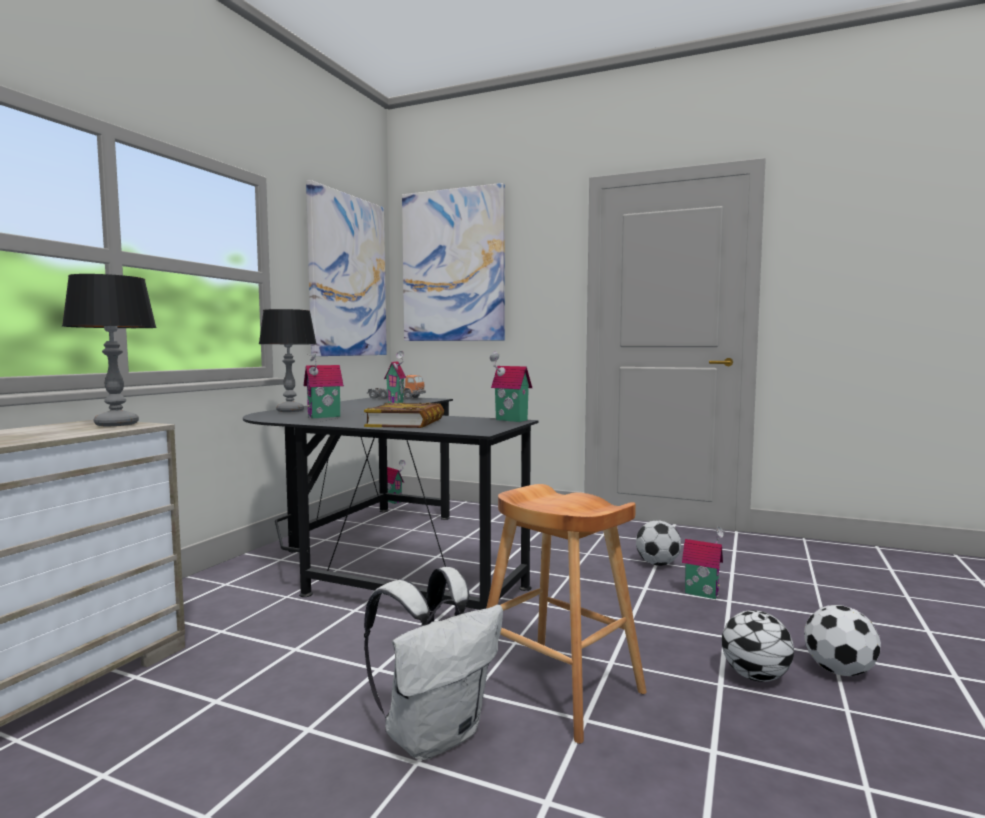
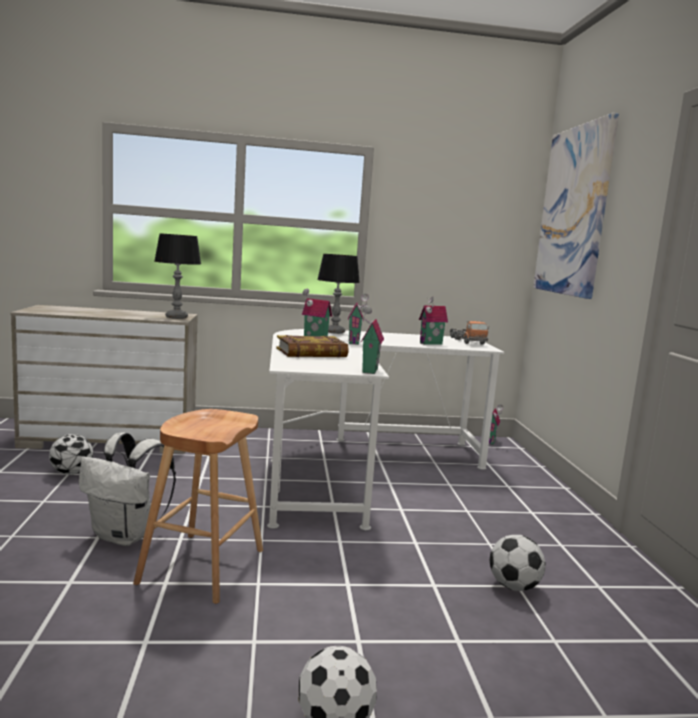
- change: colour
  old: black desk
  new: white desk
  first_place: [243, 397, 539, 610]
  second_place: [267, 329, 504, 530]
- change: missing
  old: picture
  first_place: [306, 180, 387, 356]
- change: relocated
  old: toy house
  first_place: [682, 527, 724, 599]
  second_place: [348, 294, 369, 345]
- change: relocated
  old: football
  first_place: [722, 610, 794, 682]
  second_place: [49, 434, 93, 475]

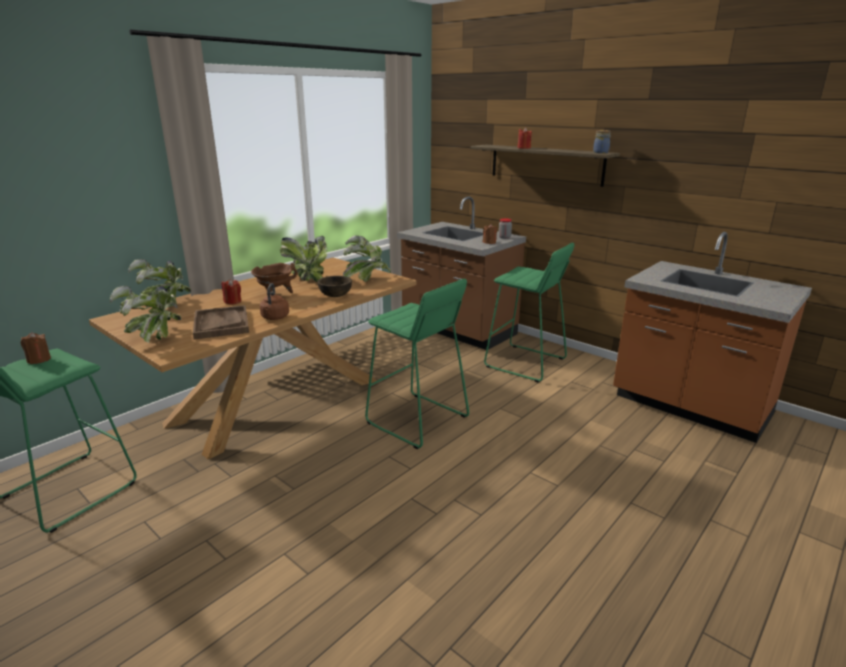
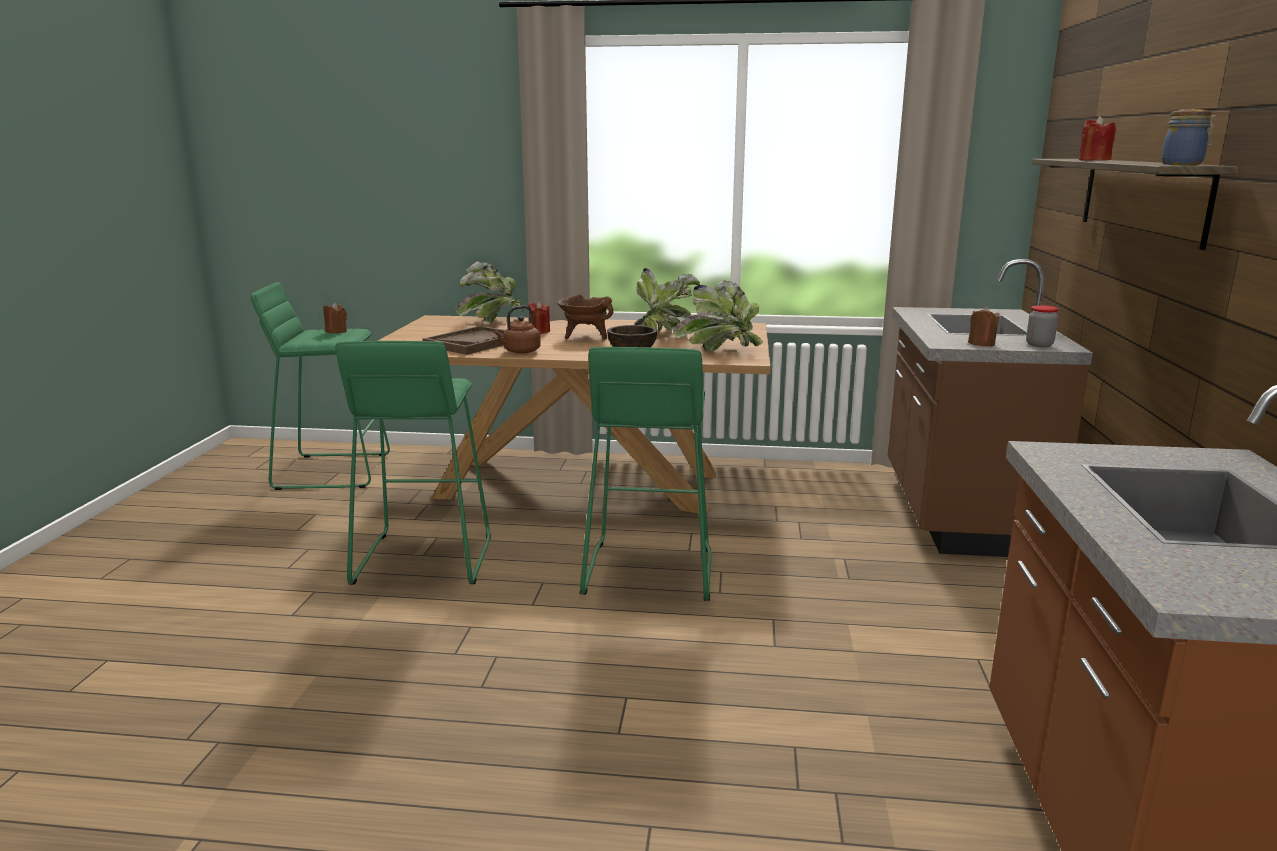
- change: missing
  old: potted plant
  first_place: [110, 286, 182, 343]
- change: relocated
  old: green stool
  first_place: [484, 243, 574, 382]
  second_place: [336, 341, 491, 584]

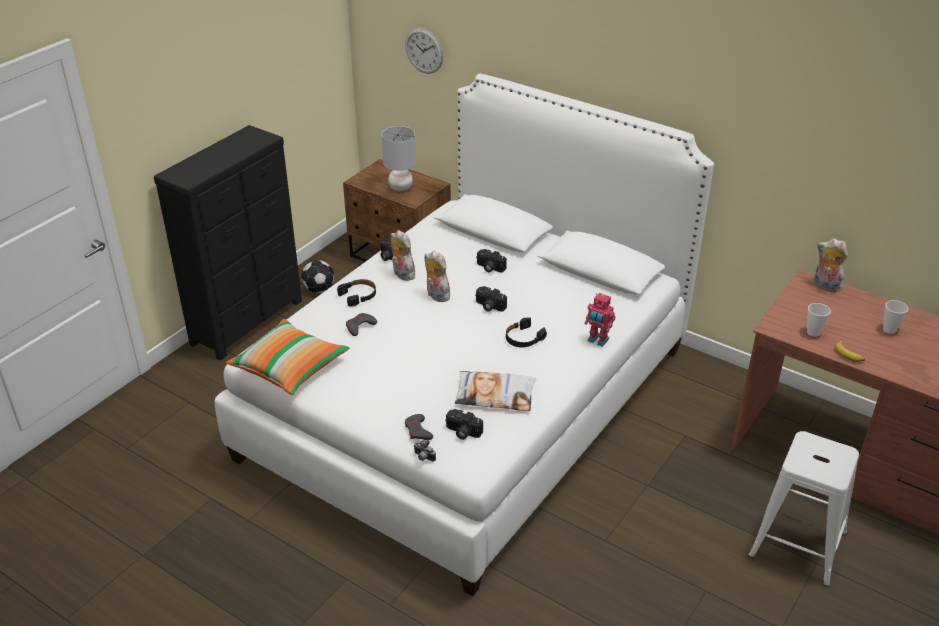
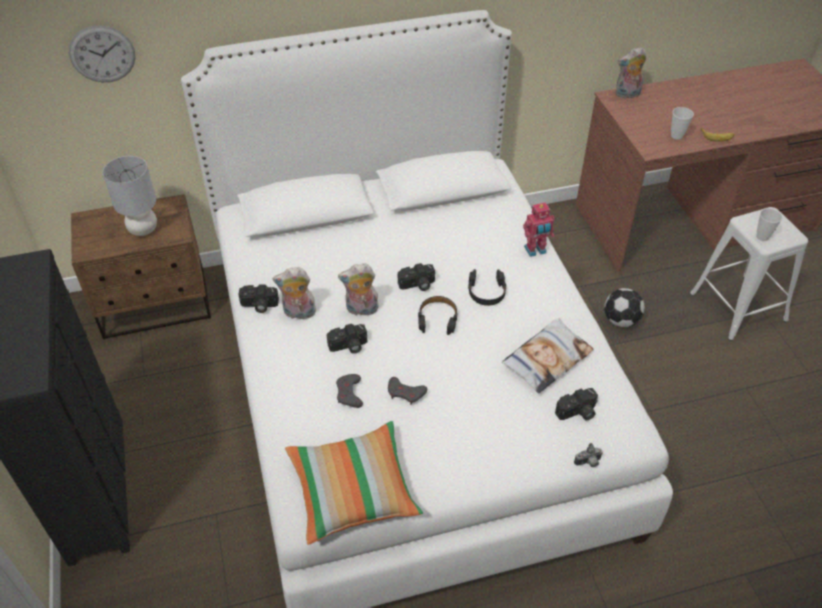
- change: relocated
  old: football
  first_place: [301, 260, 334, 293]
  second_place: [604, 288, 645, 327]
- change: relocated
  old: black headphones
  first_place: [337, 279, 376, 307]
  second_place: [418, 296, 458, 335]
- change: relocated
  old: grey game controller
  first_place: [405, 414, 433, 440]
  second_place: [388, 377, 427, 405]
- change: relocated
  old: photo camera
  first_place: [476, 249, 507, 272]
  second_place: [327, 324, 367, 354]
- change: relocated
  old: cup
  first_place: [883, 300, 908, 334]
  second_place: [756, 208, 782, 241]

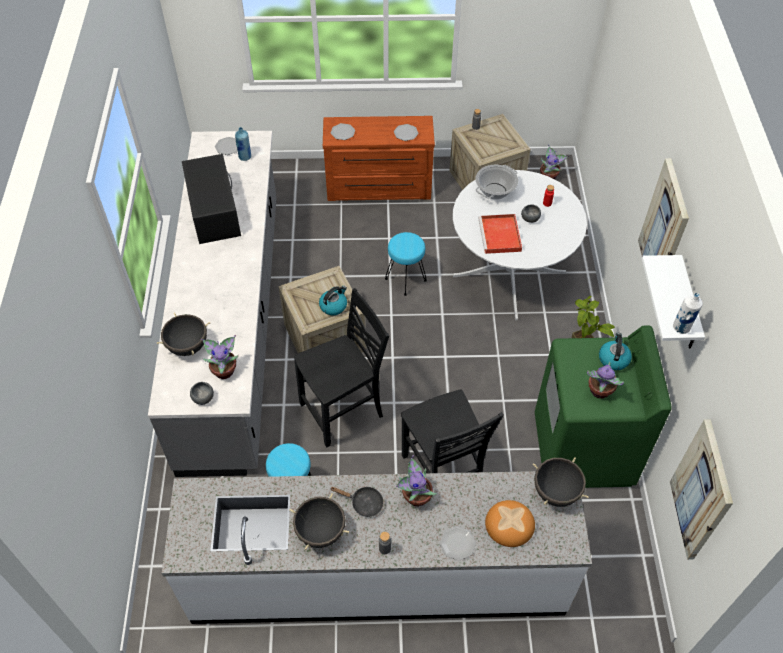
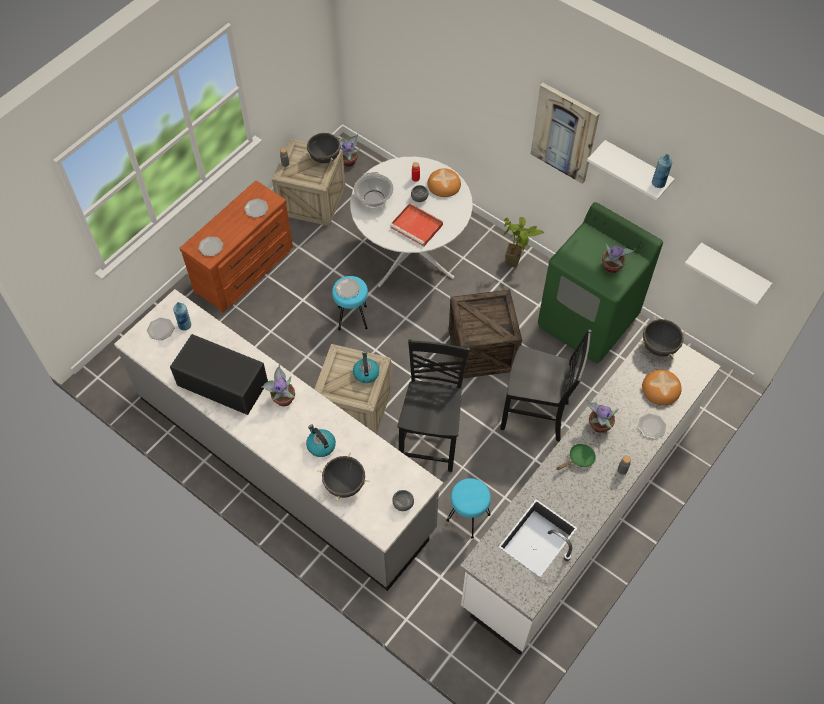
- change: relocated
  old: potted plant
  first_place: [201, 335, 239, 379]
  second_place: [261, 364, 296, 406]
- change: relocated
  old: black cooking pot
  first_place: [289, 493, 349, 550]
  second_place: [305, 132, 342, 163]
- change: colour
  old: black frying pan
  new: green frying pan
  first_place: [330, 487, 384, 517]
  second_place: [556, 444, 596, 470]
- change: relocated
  old: kettle
  first_place: [599, 333, 632, 371]
  second_place: [306, 425, 336, 457]
- change: exchanged
  old: picture
  new: white shelf
  first_place: [670, 419, 733, 560]
  second_place: [685, 243, 772, 306]
- change: colour
  old: white bottle
  new: blue bottle
  first_place: [673, 293, 703, 334]
  second_place: [652, 154, 672, 188]
- change: appeared
  new: plate
  second_place: [335, 278, 360, 299]
- change: appeared
  new: bread
  second_place: [427, 168, 461, 197]
- change: appeared
  new: crate
  second_place: [449, 289, 522, 378]

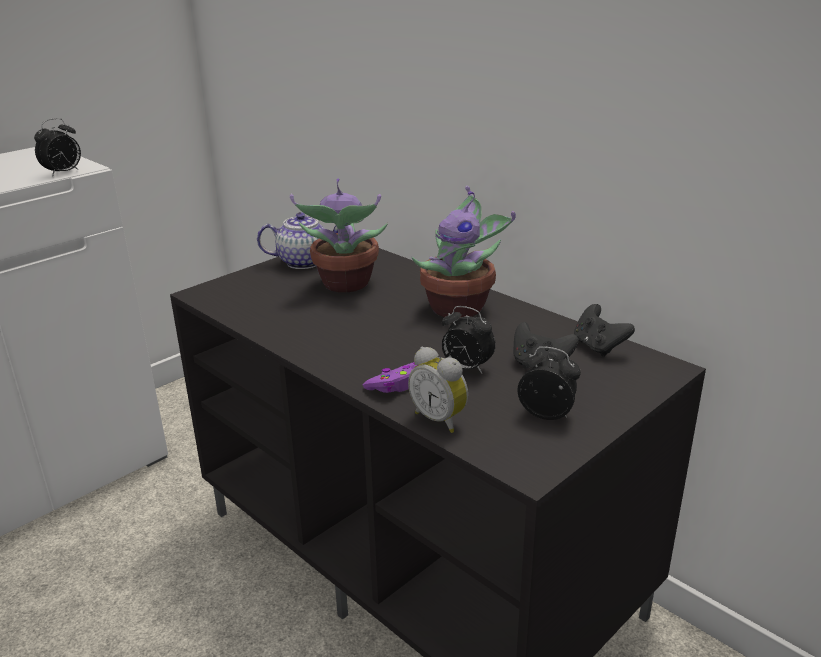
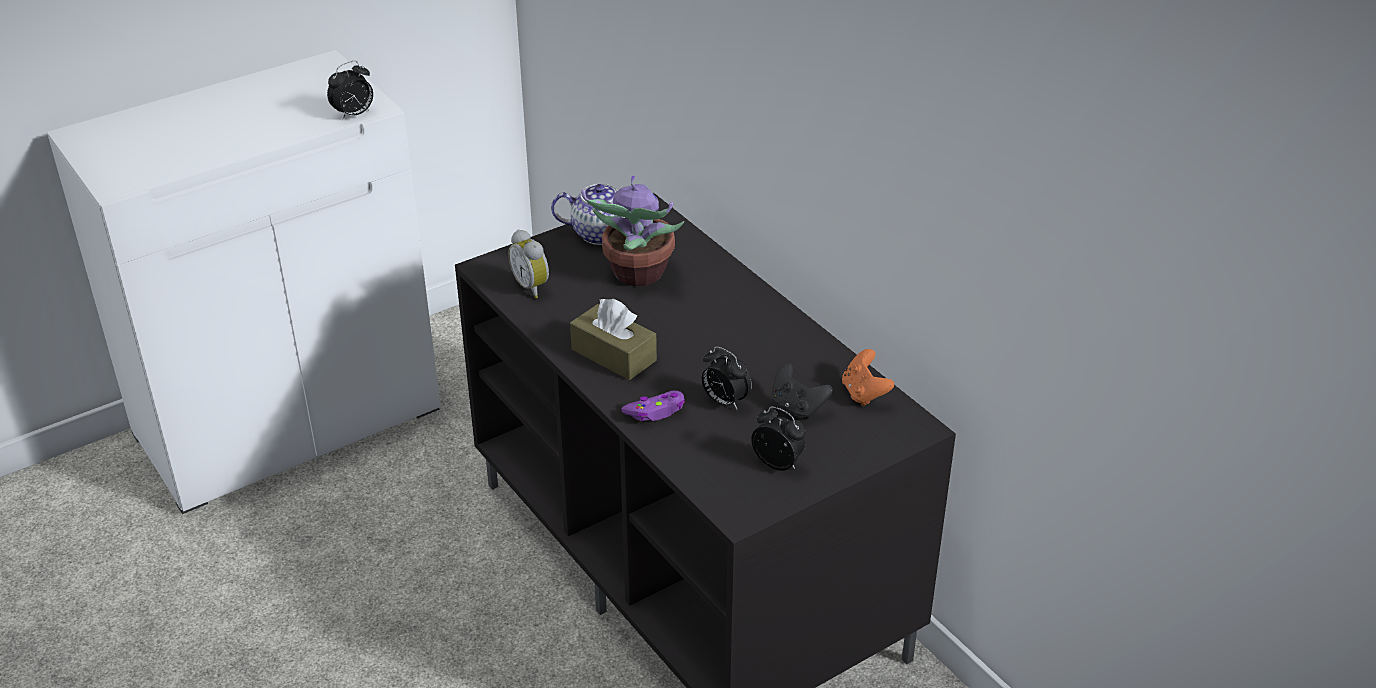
- change: relocated
  old: alarm clock
  first_place: [408, 347, 468, 433]
  second_place: [508, 229, 549, 299]
- change: missing
  old: potted plant
  first_place: [412, 186, 516, 318]
- change: colour
  old: black game controller
  new: orange game controller
  first_place: [574, 304, 635, 357]
  second_place: [842, 349, 894, 406]
- change: appeared
  new: brown tissue box
  second_place: [570, 298, 657, 380]

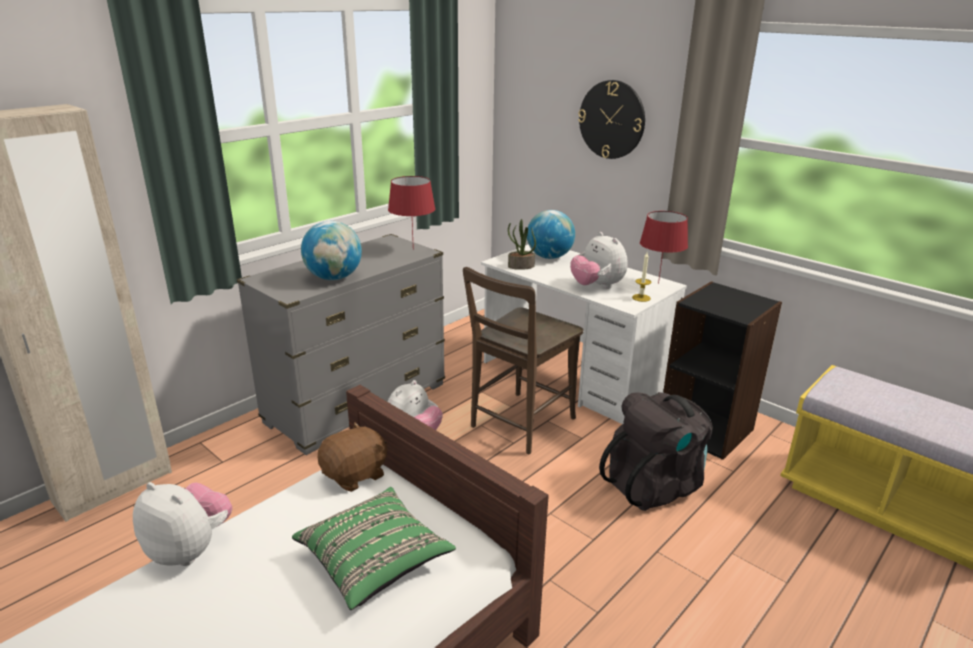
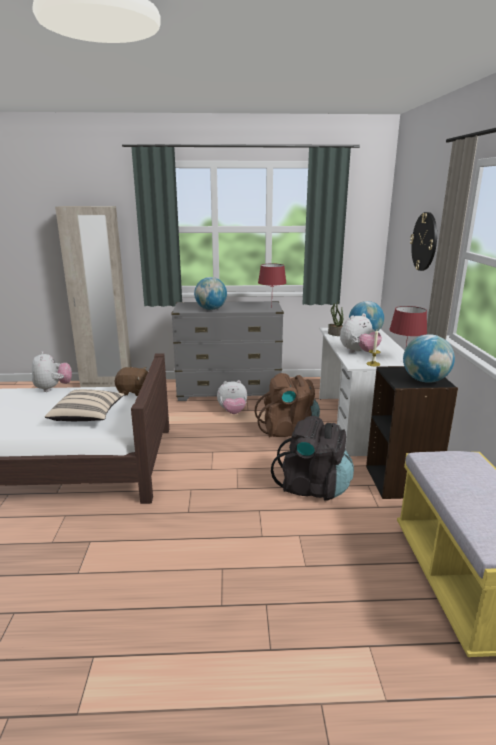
- change: colour
  old: green pillow
  new: beige pillow
  first_place: [292, 487, 456, 610]
  second_place: [45, 389, 125, 421]
- change: exchanged
  old: brown chair
  new: brown backpack
  first_place: [463, 267, 583, 454]
  second_place: [255, 373, 320, 437]
- change: spun
  old: plush toy
  first_place: [570, 232, 628, 289]
  second_place: [340, 313, 382, 353]
  degrees: -135
- change: appeared
  new: globe
  second_place: [403, 334, 455, 383]

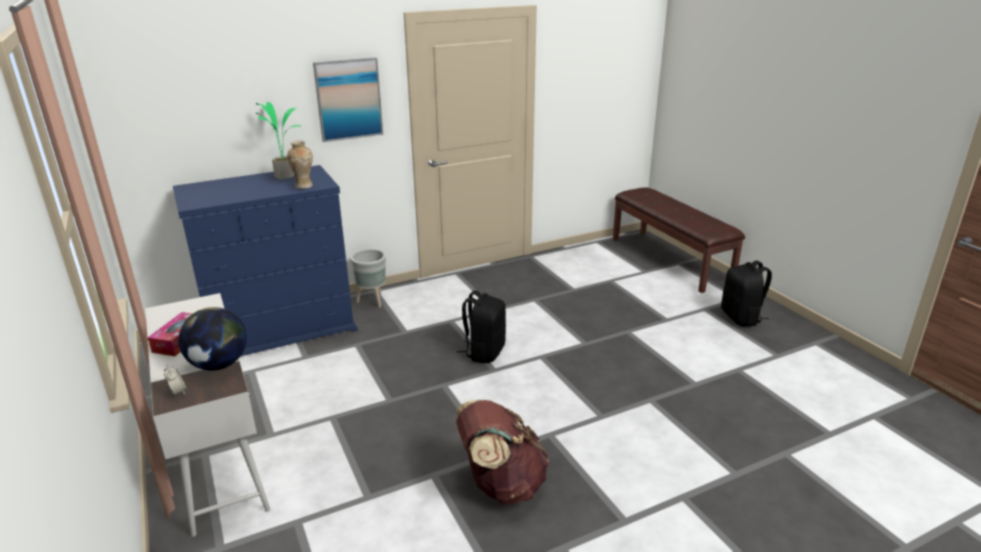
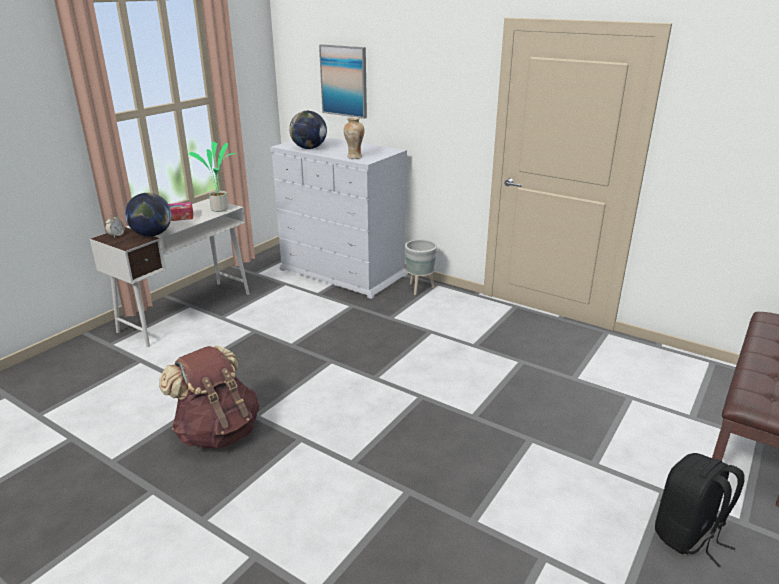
- change: colour
  old: blue dresser
  new: white dresser
  first_place: [173, 165, 358, 356]
  second_place: [270, 137, 408, 299]
- change: relocated
  old: potted plant
  first_place: [256, 102, 301, 179]
  second_place: [189, 141, 236, 212]
- change: relocated
  old: picture
  first_place: [313, 58, 383, 142]
  second_place: [319, 44, 367, 119]
- change: missing
  old: black backpack
  first_place: [457, 291, 506, 363]
- change: appeared
  new: globe
  second_place: [289, 111, 327, 149]

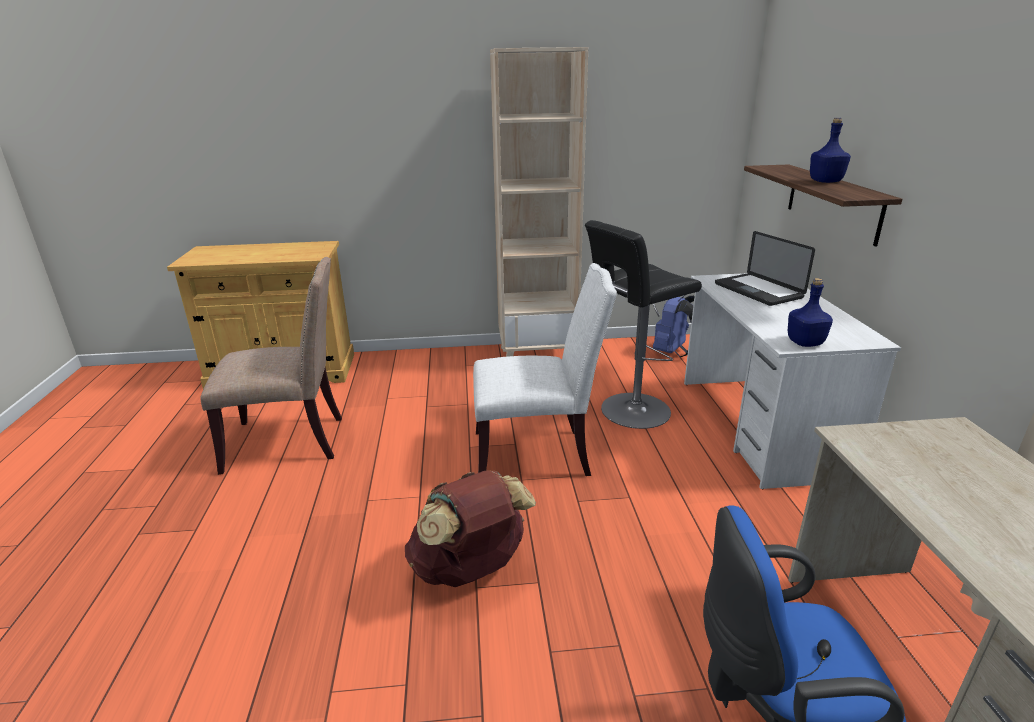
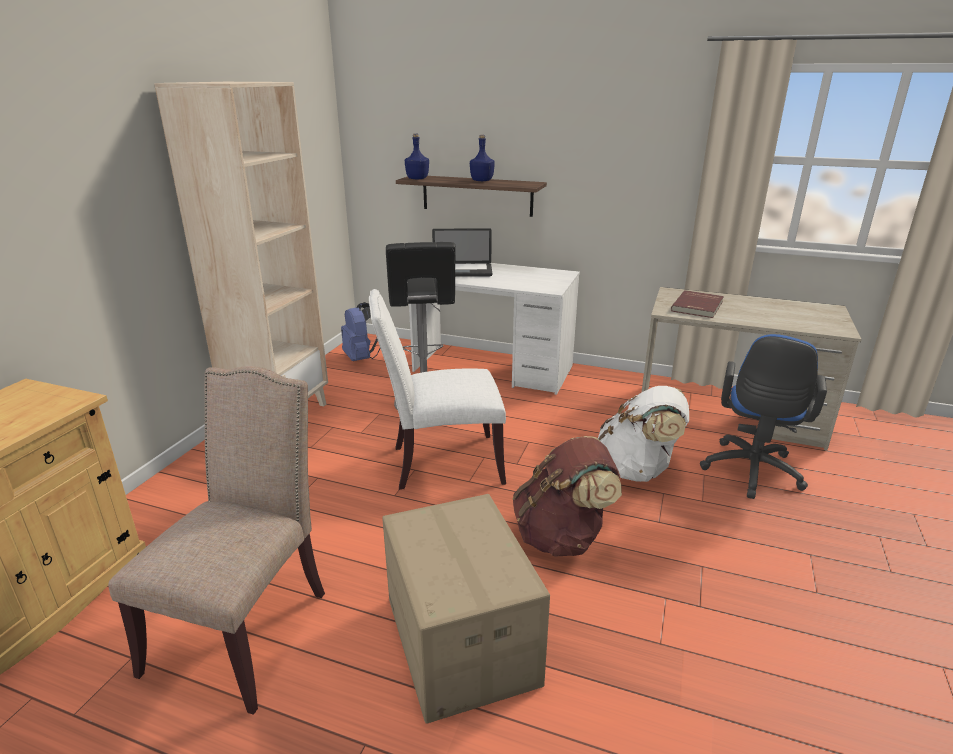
- change: spun
  old: white chair
  first_place: [473, 263, 617, 476]
  second_place: [369, 289, 506, 490]
  degrees: -120
- change: relocated
  old: blue bottle
  first_place: [788, 278, 833, 347]
  second_place: [405, 133, 429, 179]
- change: appeared
  new: cardboard box
  second_place: [382, 494, 550, 724]
- change: appeared
  new: white backpack
  second_place: [598, 386, 689, 482]
- change: appeared
  new: red book
  second_place: [671, 290, 724, 318]

